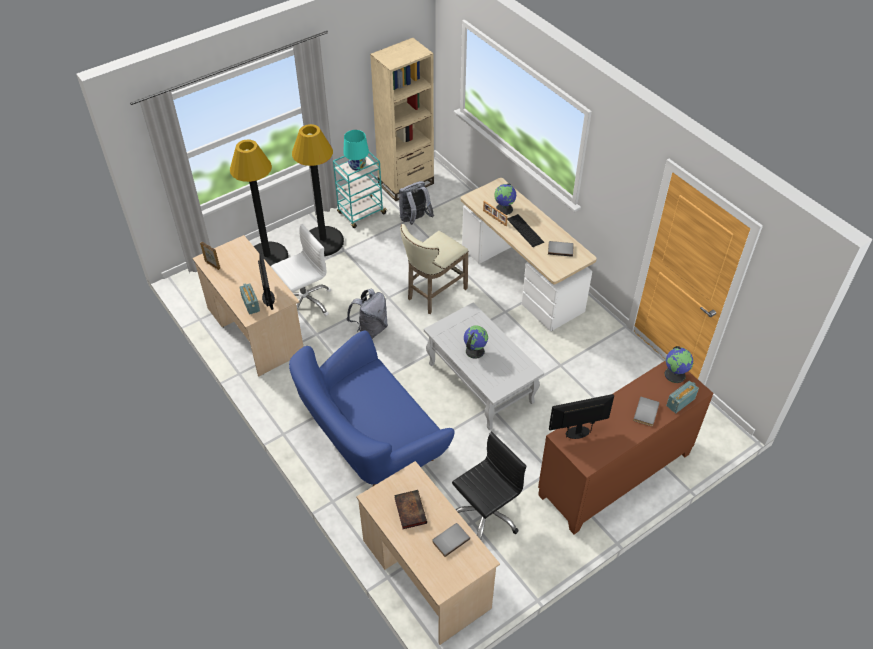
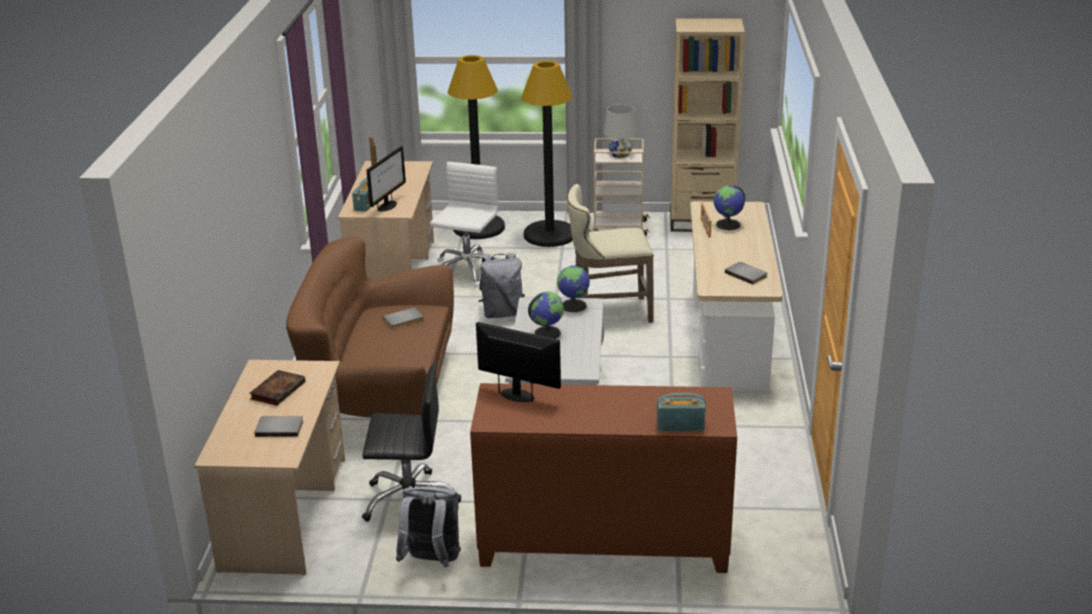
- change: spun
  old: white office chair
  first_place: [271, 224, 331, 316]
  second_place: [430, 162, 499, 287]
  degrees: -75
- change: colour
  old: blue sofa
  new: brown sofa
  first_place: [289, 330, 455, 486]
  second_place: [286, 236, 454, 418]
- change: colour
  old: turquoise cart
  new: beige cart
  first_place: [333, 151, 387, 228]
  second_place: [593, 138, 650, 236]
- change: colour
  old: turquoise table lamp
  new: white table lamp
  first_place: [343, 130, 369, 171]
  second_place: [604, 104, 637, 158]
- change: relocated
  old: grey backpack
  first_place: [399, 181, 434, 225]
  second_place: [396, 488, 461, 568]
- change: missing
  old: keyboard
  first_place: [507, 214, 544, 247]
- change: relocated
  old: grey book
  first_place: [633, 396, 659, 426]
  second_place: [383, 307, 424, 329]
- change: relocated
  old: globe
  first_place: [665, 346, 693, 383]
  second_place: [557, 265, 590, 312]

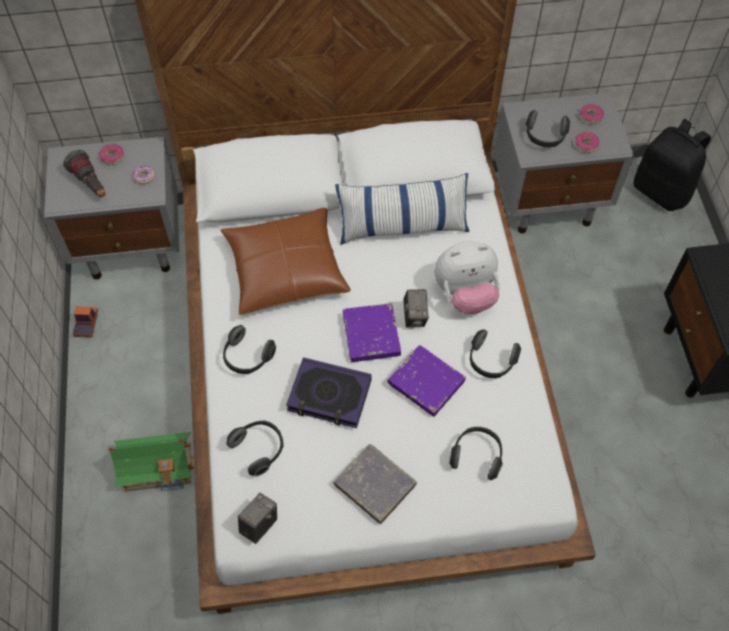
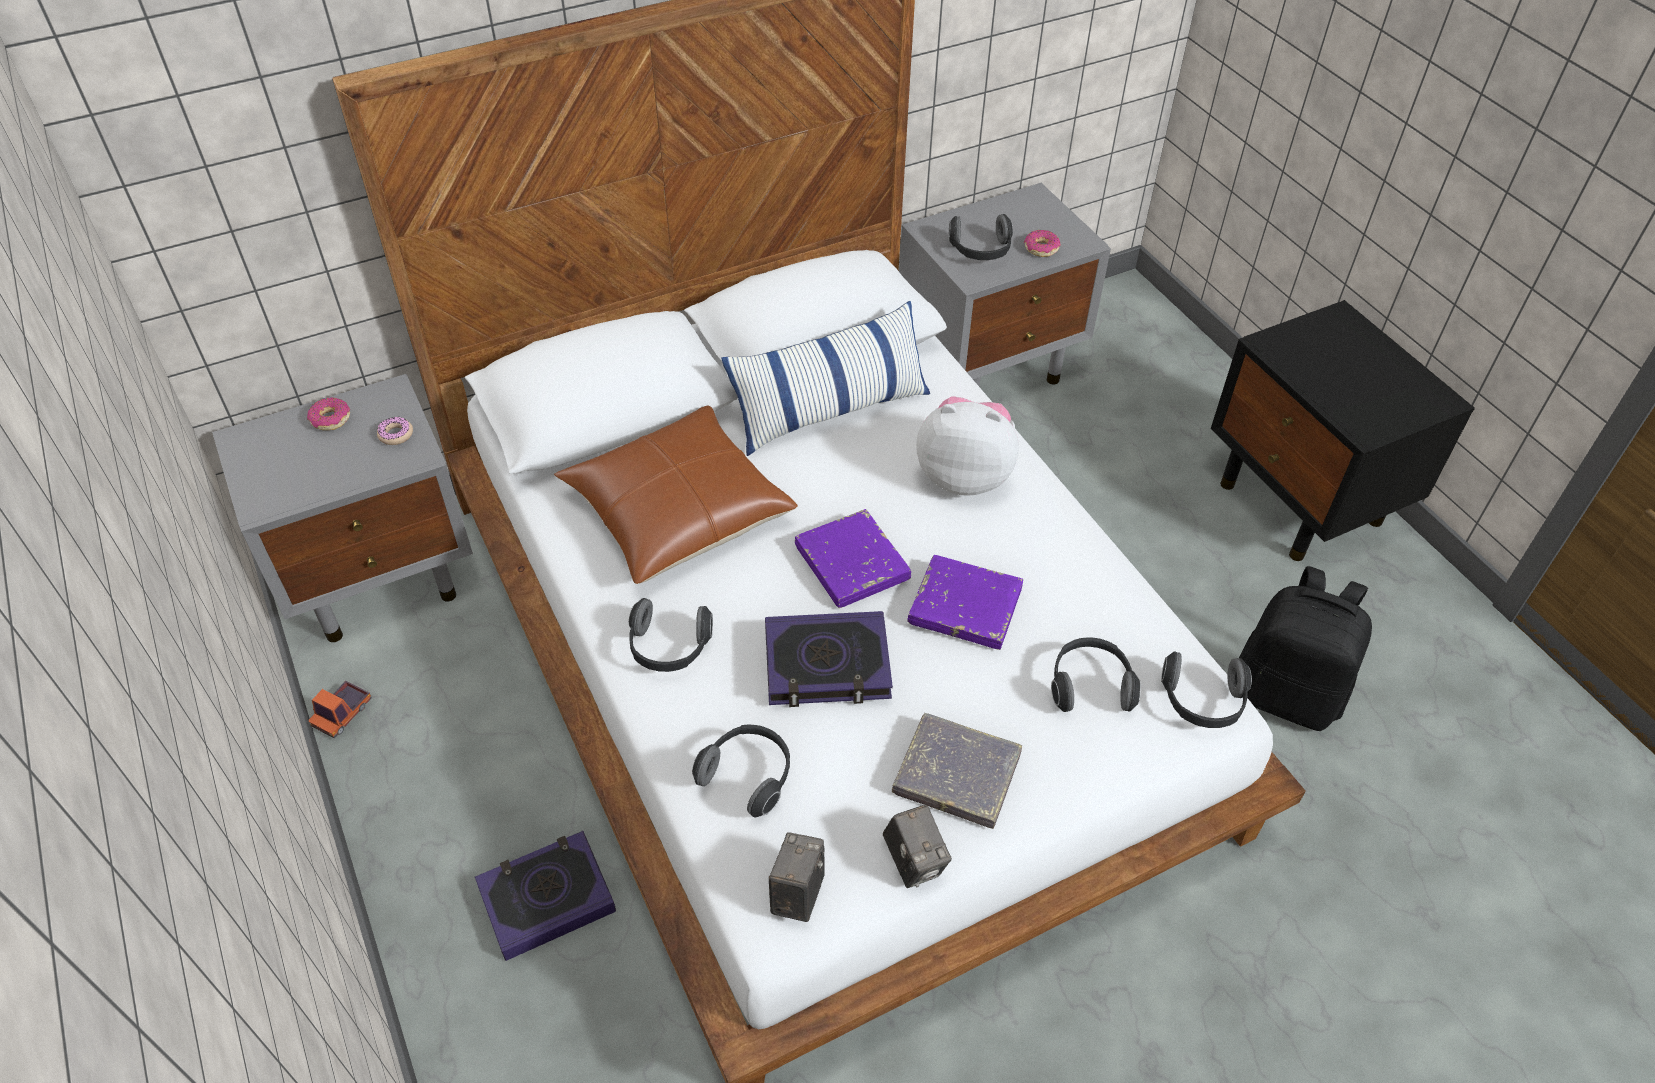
- change: missing
  old: flashlight
  first_place: [63, 150, 106, 197]
- change: spun
  old: toy truck
  first_place: [73, 307, 98, 338]
  second_place: [309, 681, 372, 738]
  degrees: -135
- change: exchanged
  old: toy house
  new: book
  first_place: [109, 429, 194, 492]
  second_place: [475, 831, 616, 961]
- change: relocated
  old: photo camera
  first_place: [403, 289, 429, 328]
  second_place: [883, 805, 952, 888]
- change: spun
  old: plush toy
  first_place: [434, 241, 500, 314]
  second_place: [916, 396, 1019, 496]
  degrees: -135
- change: relocated
  old: headphones
  first_place: [470, 329, 521, 378]
  second_place: [1161, 652, 1252, 728]
- change: missing
  old: donut
  first_place: [580, 104, 604, 124]
- change: relocated
  old: black backpack
  first_place: [634, 119, 711, 211]
  second_place: [1239, 566, 1372, 731]

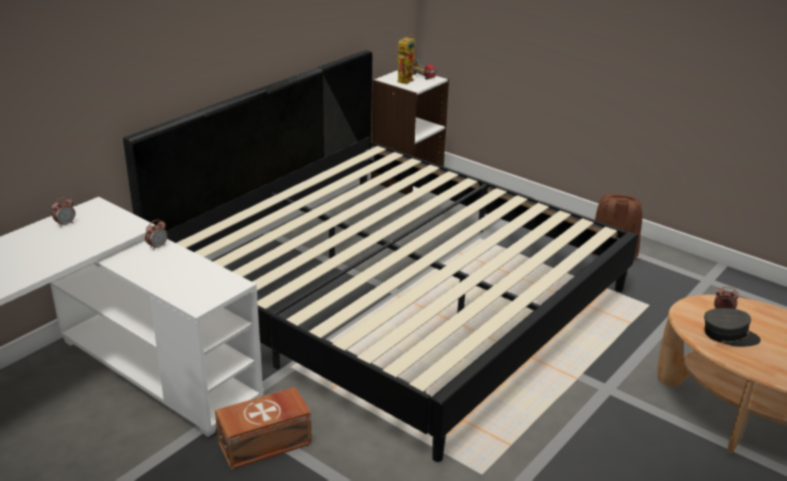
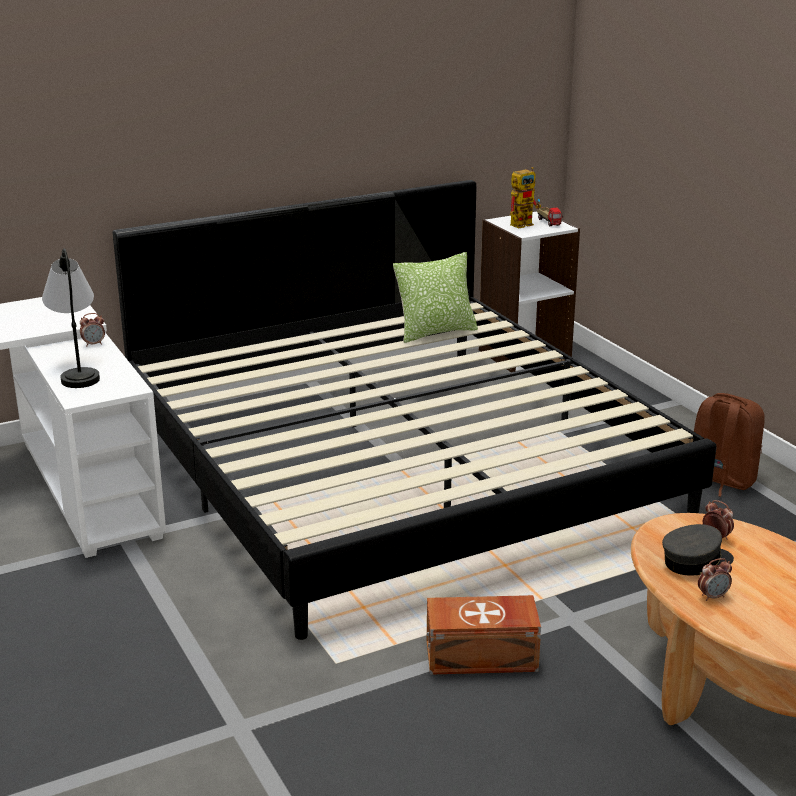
- change: relocated
  old: alarm clock
  first_place: [52, 197, 75, 227]
  second_place: [698, 558, 732, 601]
- change: relocated
  old: brown storage box
  first_place: [215, 387, 312, 470]
  second_place: [427, 595, 541, 675]
- change: spun
  old: grey cap
  first_place: [704, 308, 761, 347]
  second_place: [662, 524, 734, 576]
  degrees: -60
- change: appeared
  new: table lamp
  second_place: [42, 248, 100, 388]
- change: appeared
  new: pillow
  second_place: [393, 252, 478, 343]

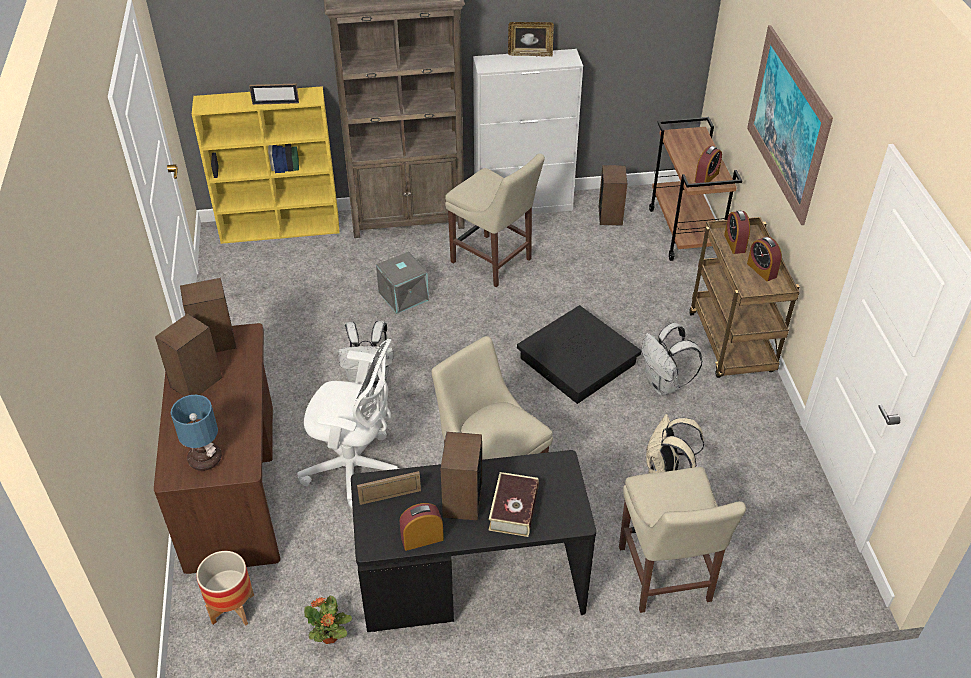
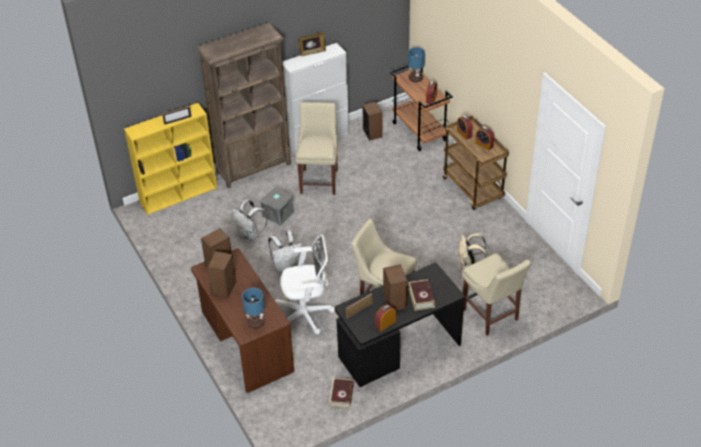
- change: missing
  old: planter
  first_place: [196, 551, 254, 626]
- change: exchanged
  old: potted plant
  new: book
  first_place: [304, 596, 352, 644]
  second_place: [330, 378, 354, 409]
- change: spun
  old: beige chair
  first_place: [445, 153, 545, 287]
  second_place: [296, 102, 338, 195]
  degrees: -105
- change: missing
  old: black storage box
  first_place: [517, 305, 641, 404]
- change: relocated
  old: white backpack
  first_place: [642, 323, 703, 395]
  second_place: [232, 199, 267, 242]
- change: missing
  old: picture
  first_place: [747, 25, 833, 225]
- change: appeared
  new: table lamp
  second_place: [408, 47, 425, 82]

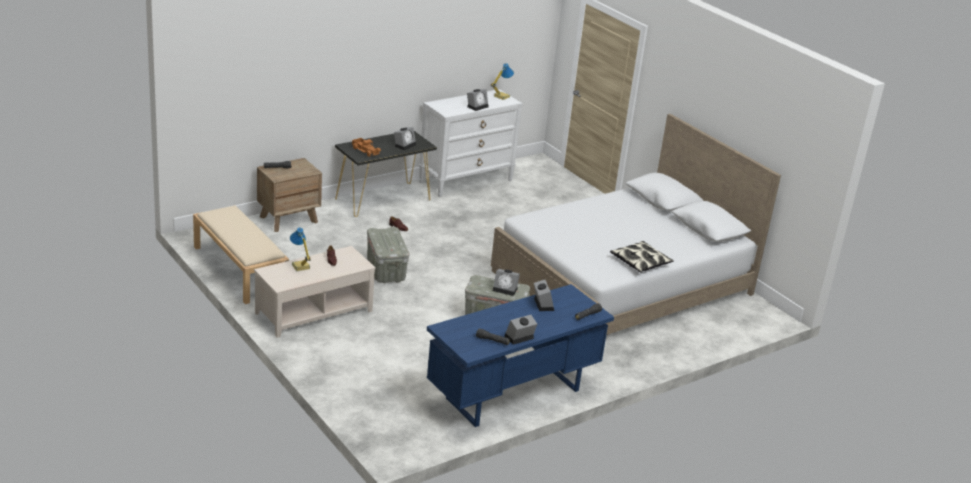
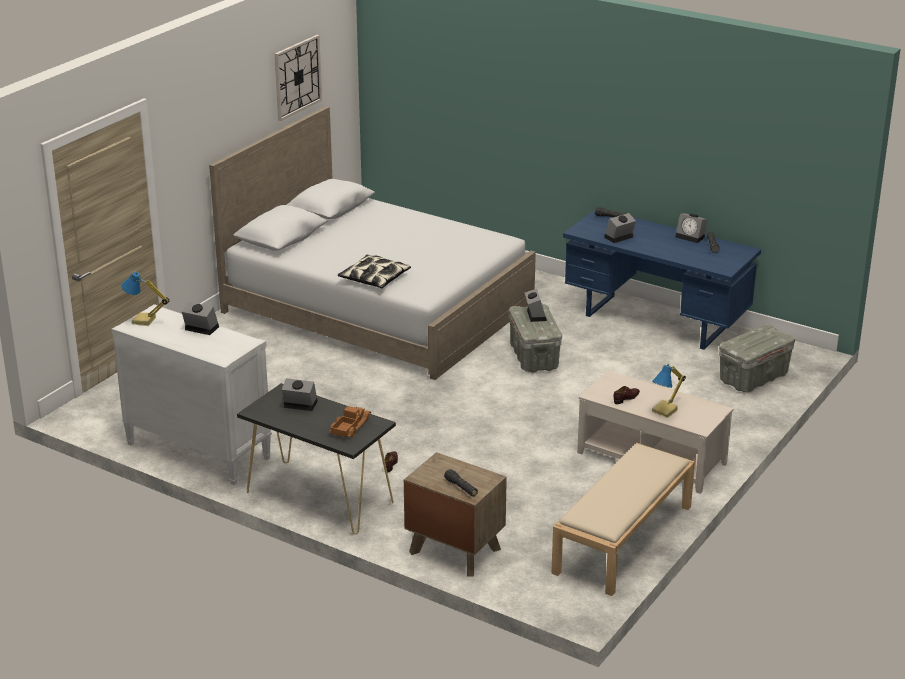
- change: relocated
  old: grey storage box
  first_place: [367, 227, 409, 283]
  second_place: [719, 324, 795, 392]
- change: relocated
  old: pillow
  first_place: [610, 241, 674, 273]
  second_place: [338, 255, 411, 288]
- change: appeared
  new: wall clock
  second_place: [275, 35, 322, 121]

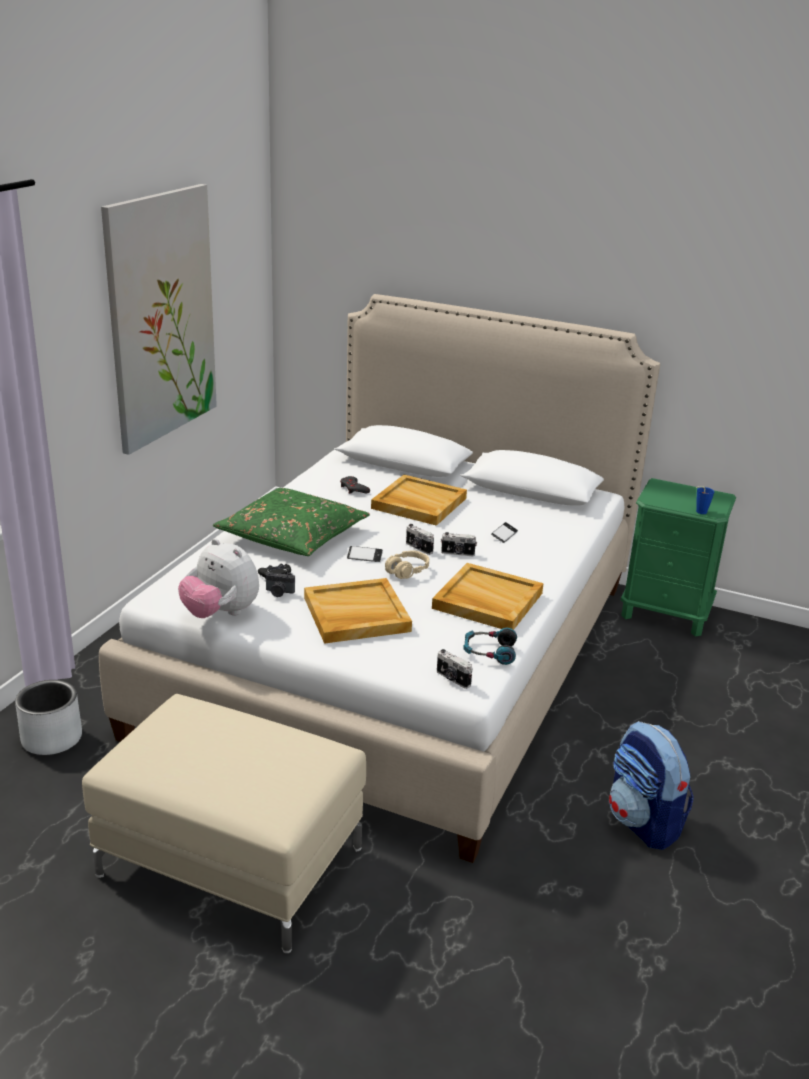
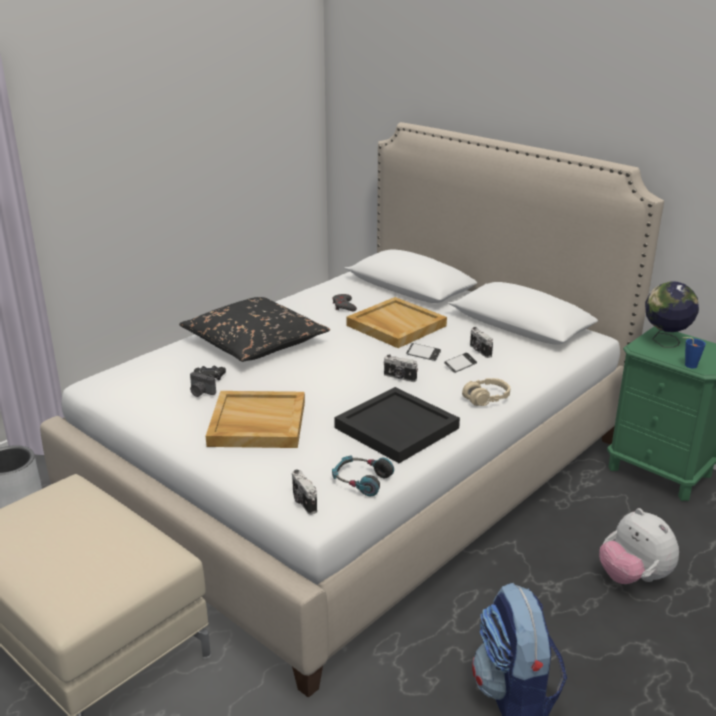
- change: missing
  old: picture
  first_place: [101, 184, 217, 455]
- change: relocated
  old: plush toy
  first_place: [178, 539, 259, 618]
  second_place: [599, 508, 679, 584]
- change: colour
  old: green pillow
  new: black pillow
  first_place: [213, 488, 370, 556]
  second_place: [179, 297, 330, 362]
- change: relocated
  old: phone
  first_place: [347, 546, 383, 562]
  second_place: [406, 343, 441, 361]
- change: relocated
  old: beige headphones
  first_place: [385, 550, 429, 579]
  second_place: [462, 378, 510, 406]
- change: relocated
  old: photo camera
  first_place: [406, 524, 434, 555]
  second_place: [470, 327, 493, 358]
- change: colour
  old: beige tray
  new: black tray
  first_place: [432, 563, 544, 630]
  second_place: [334, 387, 460, 463]
- change: appeared
  new: globe
  second_place: [645, 282, 699, 348]

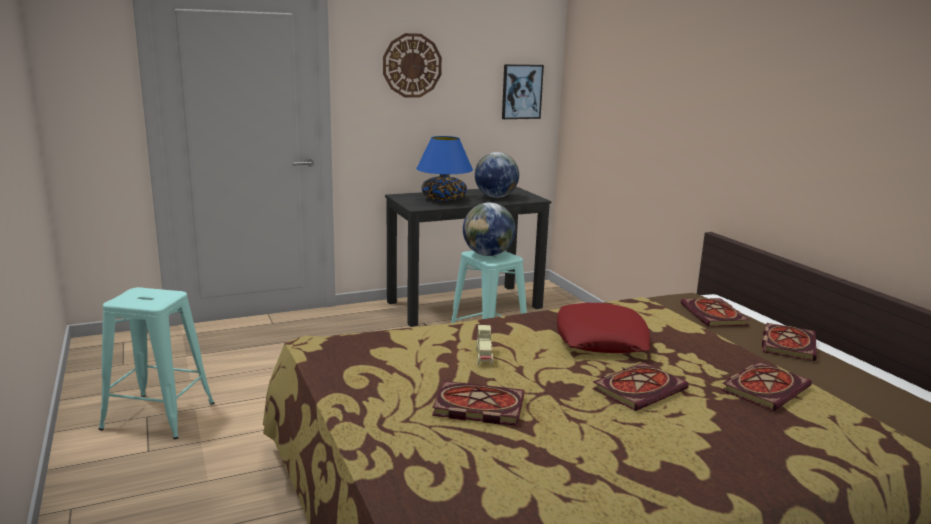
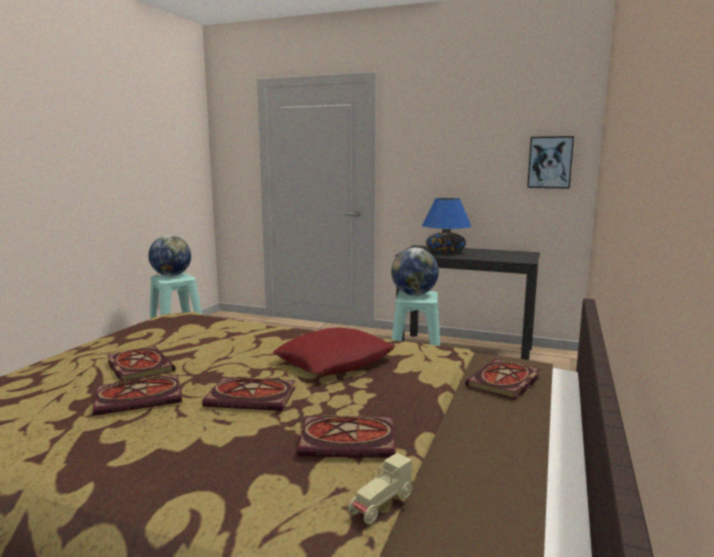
- change: missing
  old: wall clock
  first_place: [383, 33, 442, 98]
- change: relocated
  old: globe
  first_place: [475, 152, 519, 198]
  second_place: [148, 235, 191, 276]
- change: relocated
  old: beige toy car
  first_place: [476, 325, 494, 366]
  second_place: [348, 453, 413, 525]
- change: relocated
  old: book
  first_place: [762, 323, 817, 361]
  second_place: [93, 375, 182, 416]

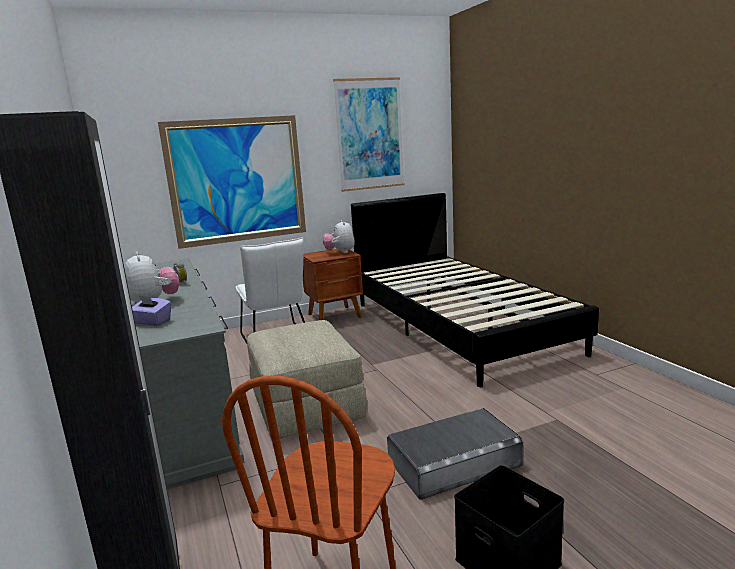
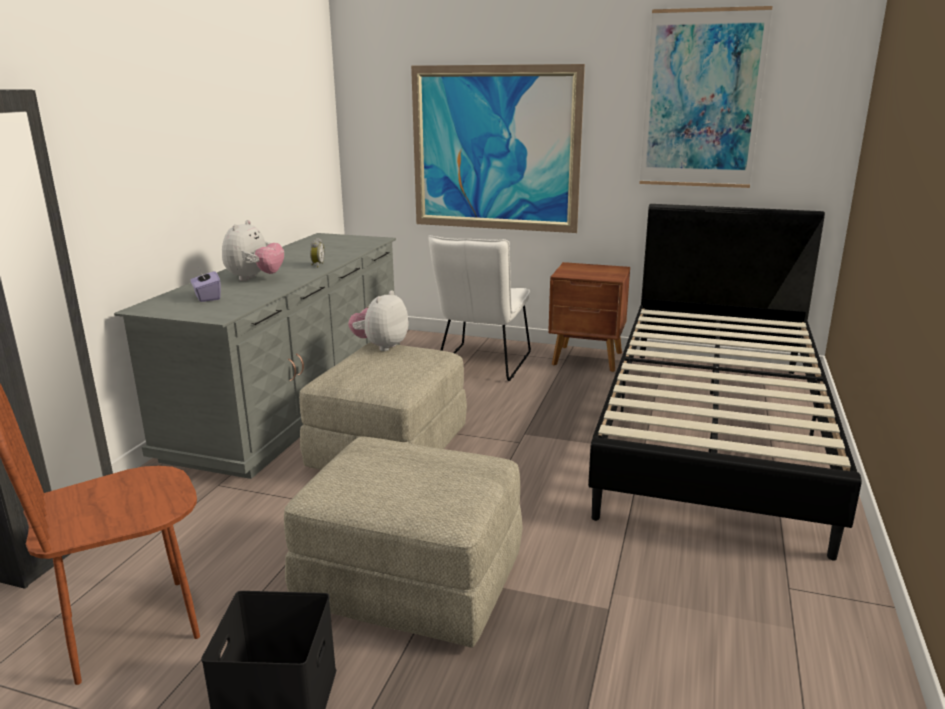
- change: relocated
  old: plush toy
  first_place: [323, 220, 355, 253]
  second_place: [348, 290, 409, 351]
- change: exchanged
  old: grey storage box
  new: beige ottoman
  first_place: [387, 408, 523, 499]
  second_place: [284, 437, 523, 648]

